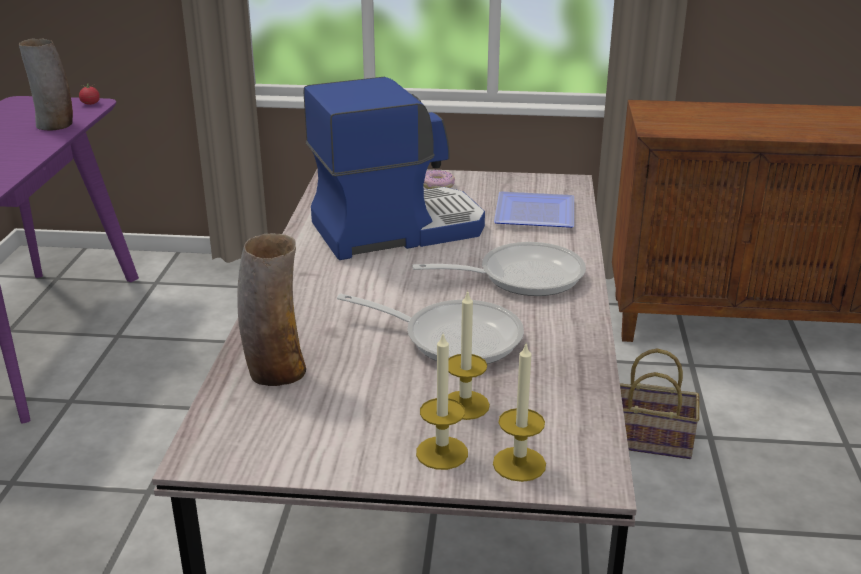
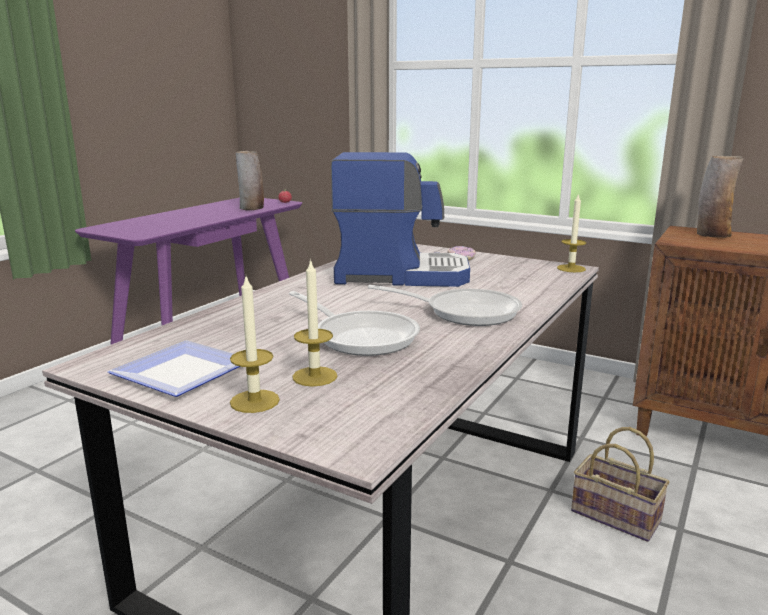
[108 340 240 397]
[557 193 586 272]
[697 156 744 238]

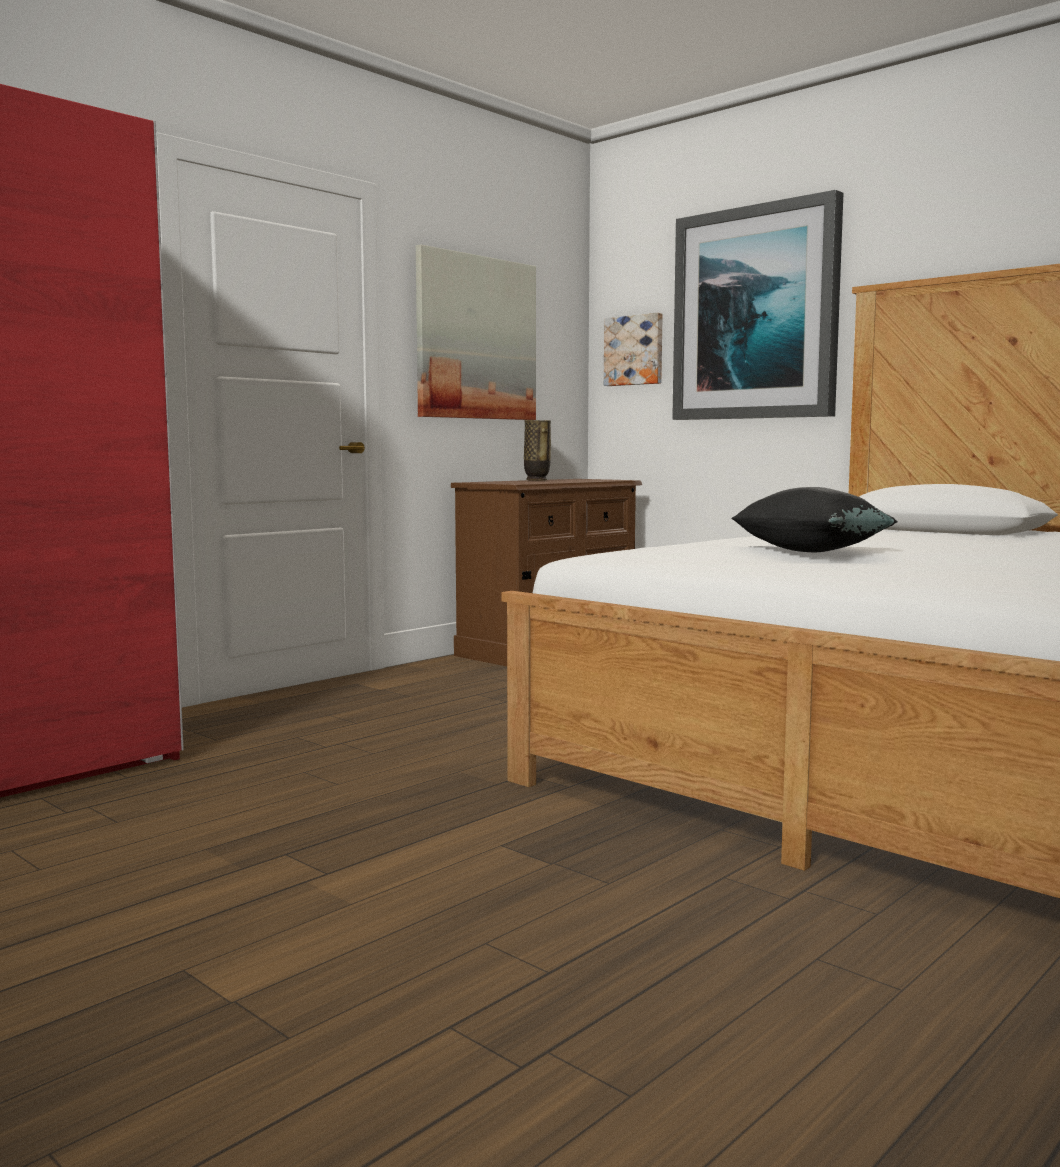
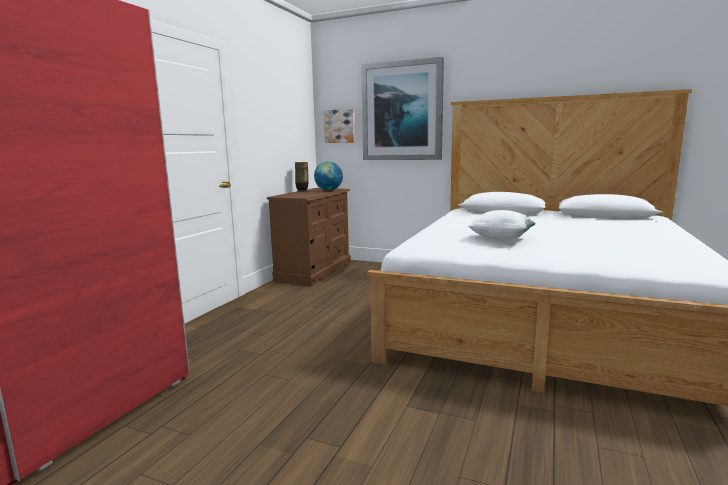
[314 161 343 191]
[468 210 536 240]
[416 245 536 420] (first image)

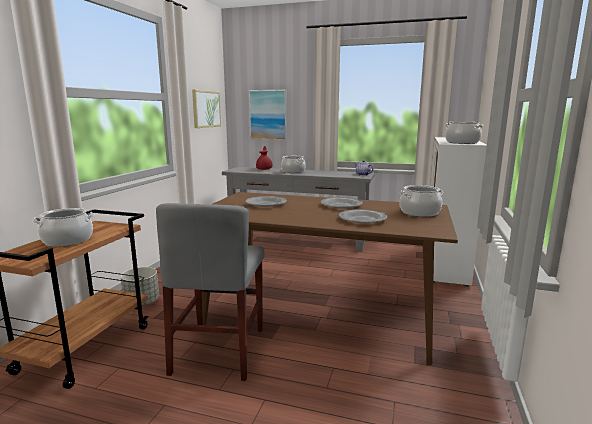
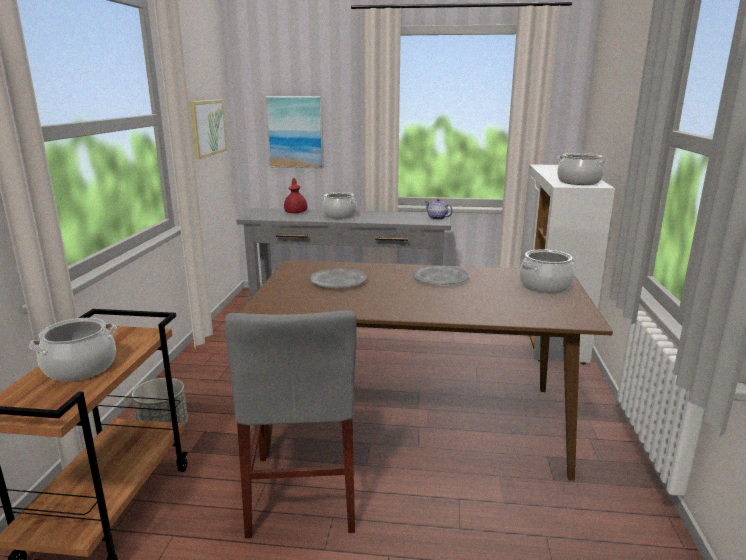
[339 209 387 223] (first image)

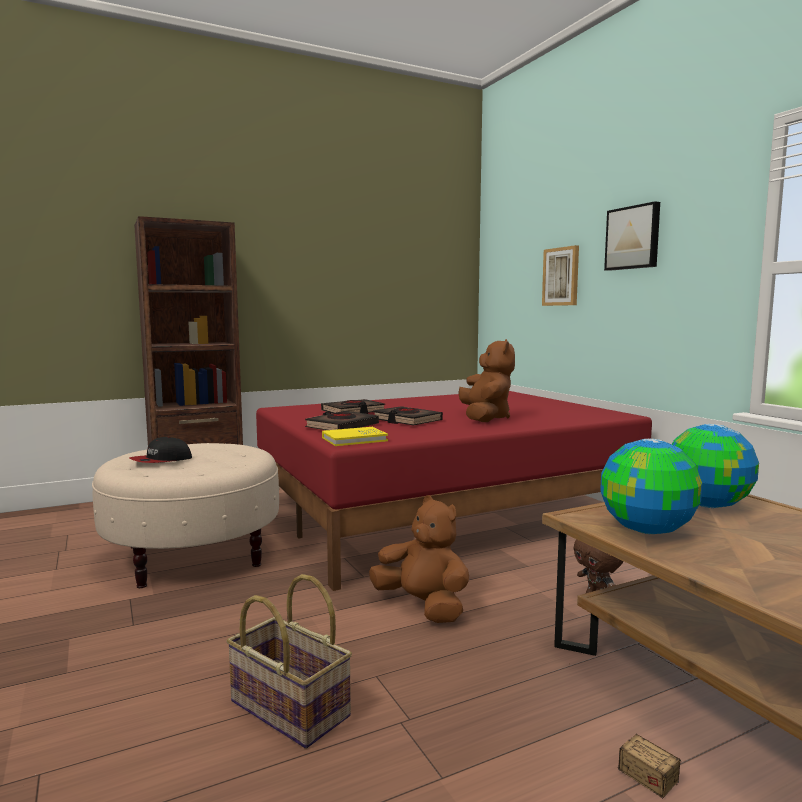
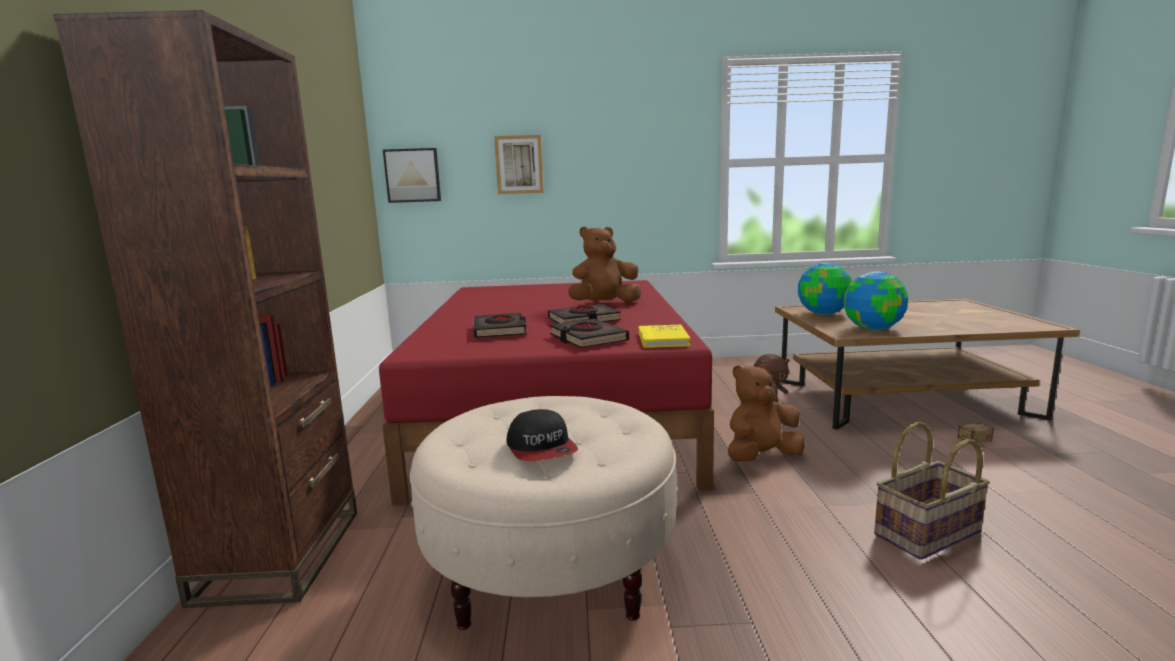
[383 148 441 203]
[568 226 642 302]

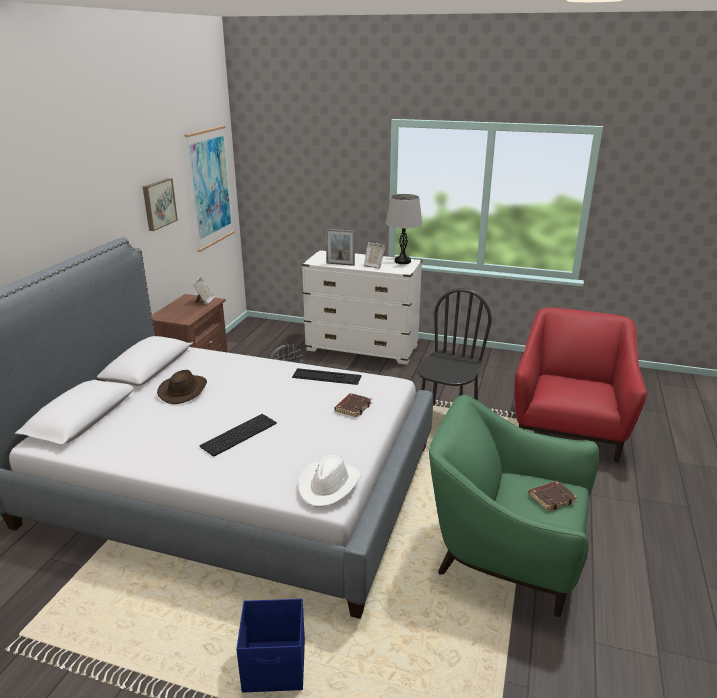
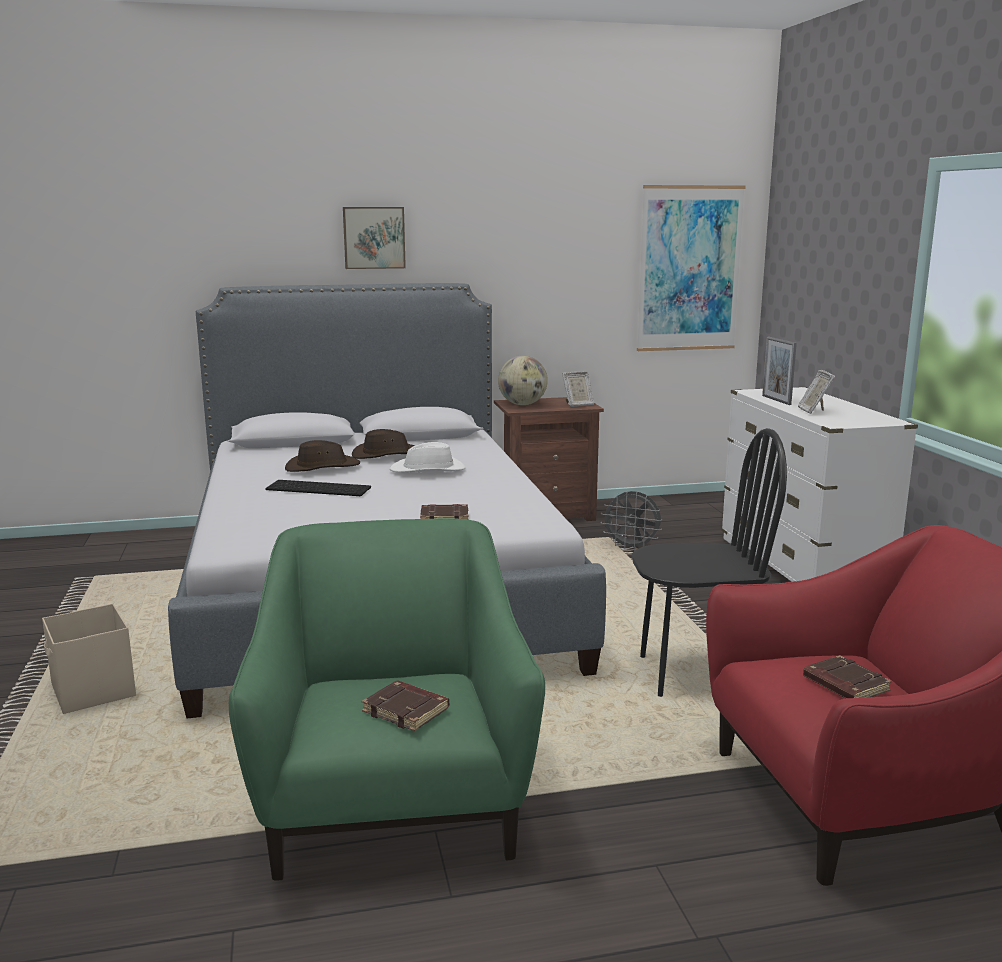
[42 603 136 714]
[285 440 360 472]
[343 207 406 269]
[390 442 465 473]
[498 356 548 405]
[803 655 892 698]
[292 368 361 385] (first image)
[386 194 423 264] (first image)

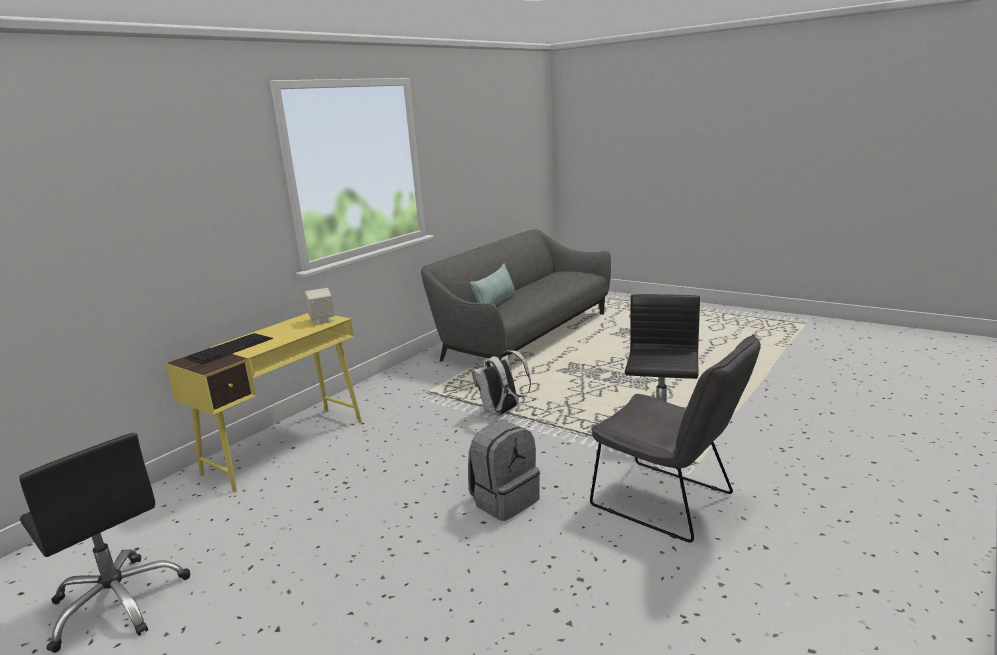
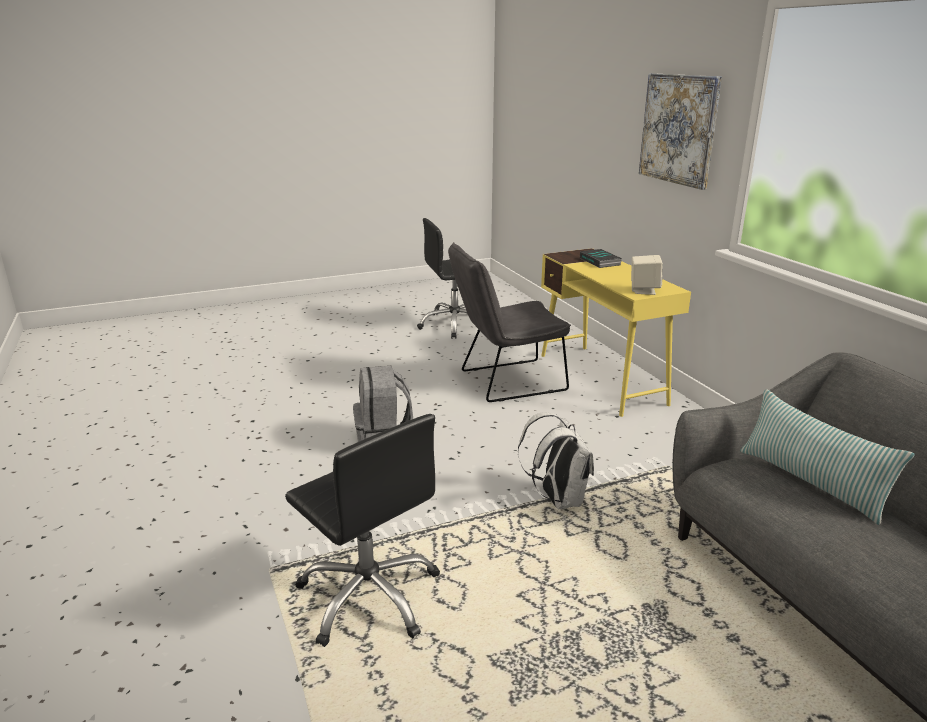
[448 243 571 402]
[580 249 622 268]
[639 73 722 190]

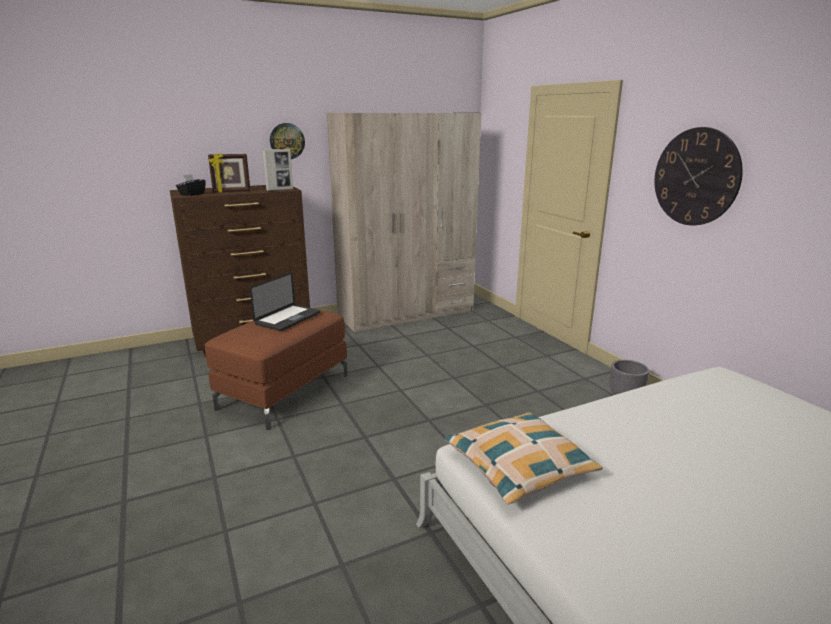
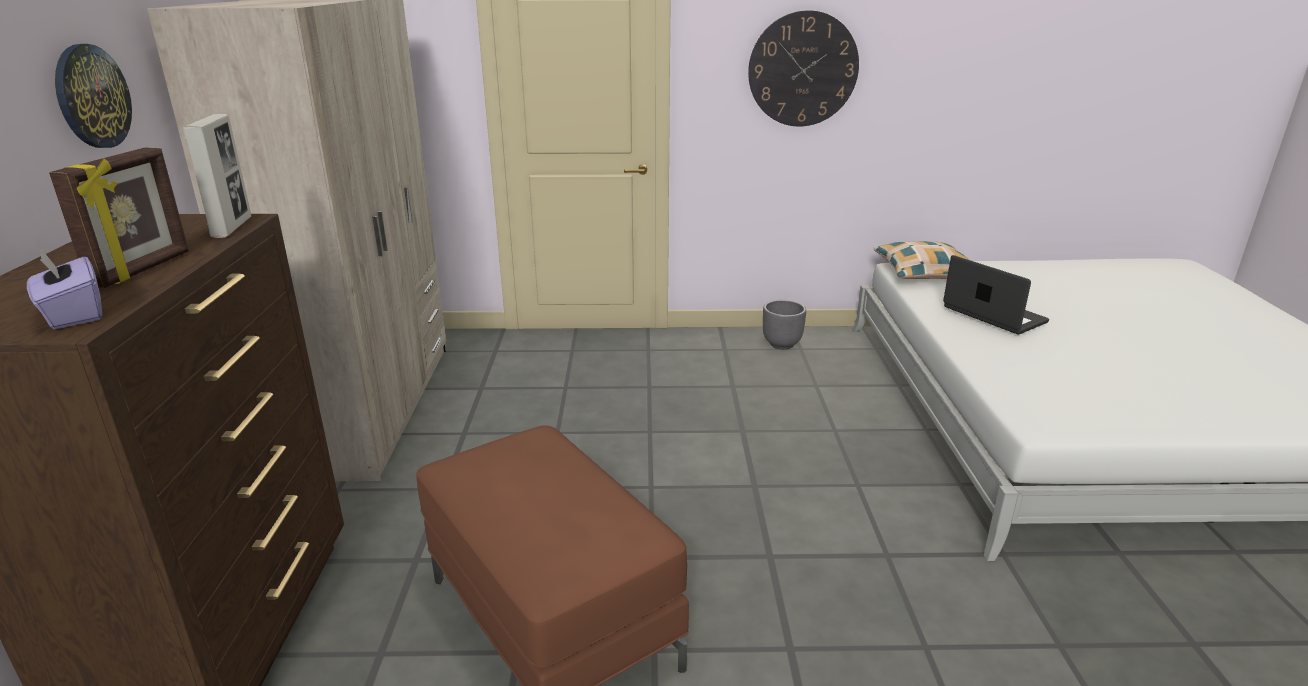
[27 249 102 329]
[873 241 969 279]
[943 255 1049 334]

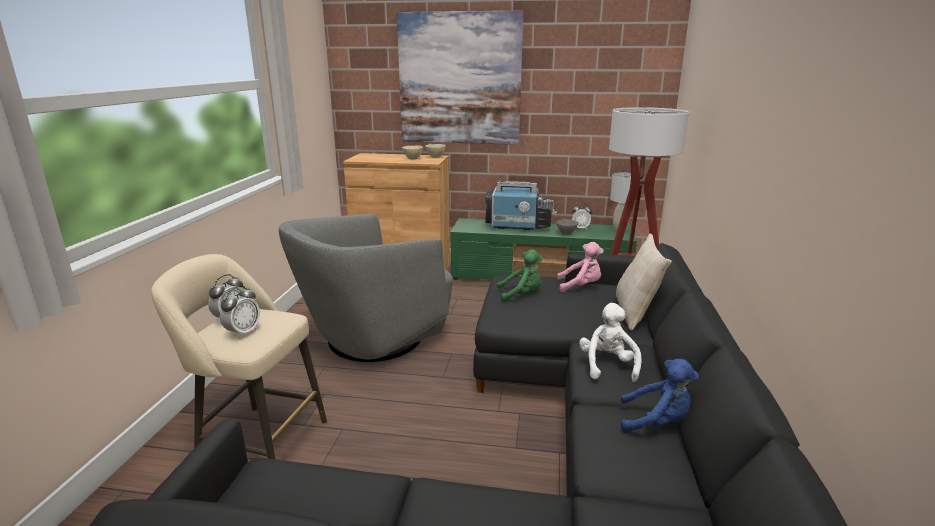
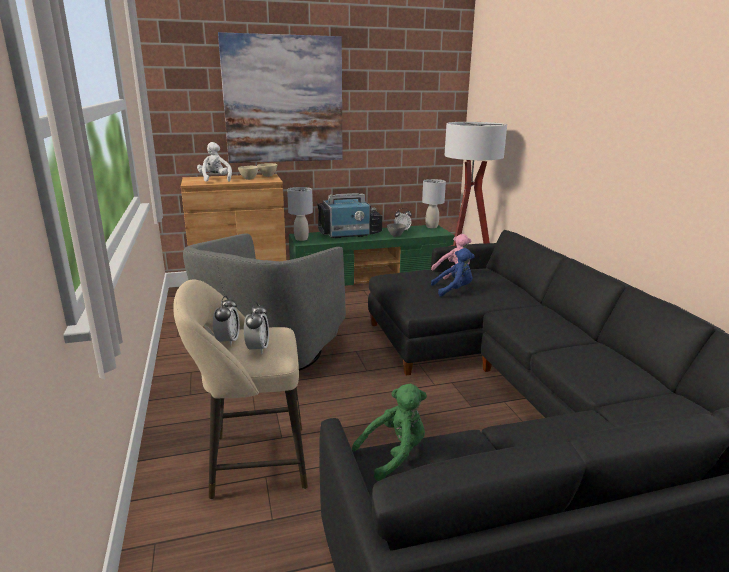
[197 142 232 182]
[287 187 313 241]
[352 384 427 481]
[431 248 475 297]
[616 234 672 331] (first image)

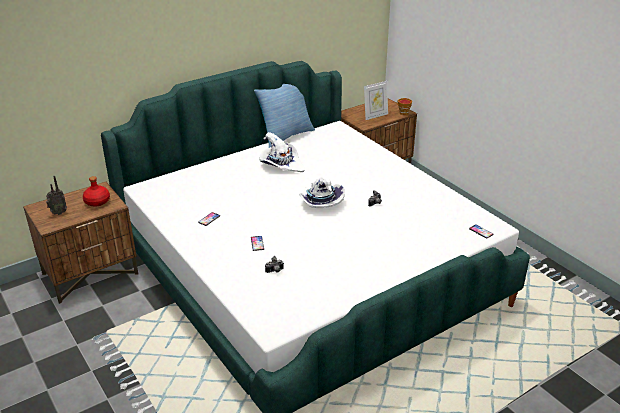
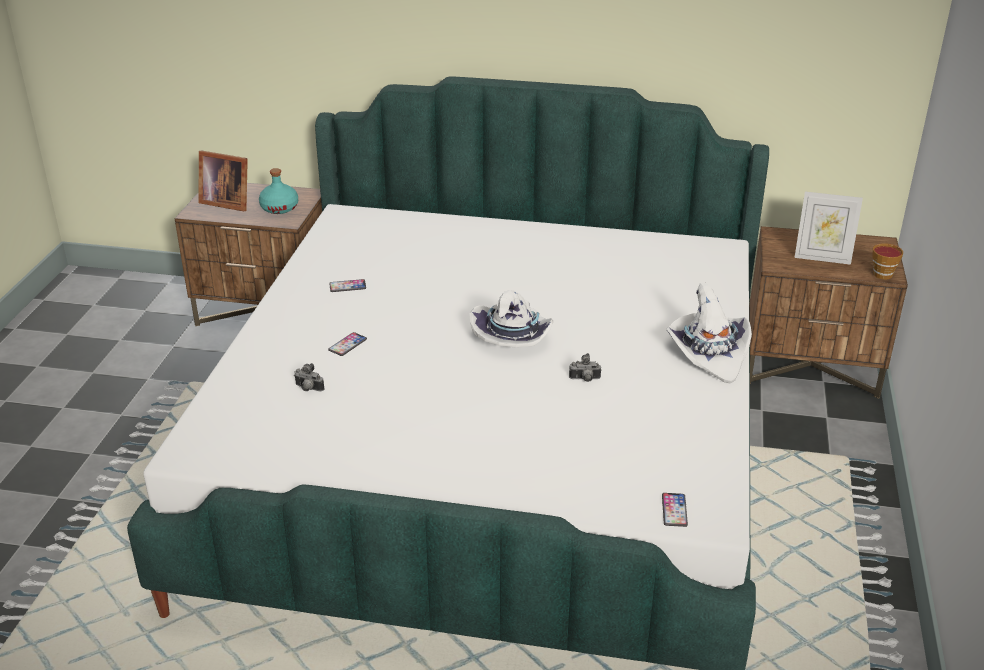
[198 150 248 211]
[259 168 298 214]
[666 283 752 384]
[254 84 315 148] (first image)

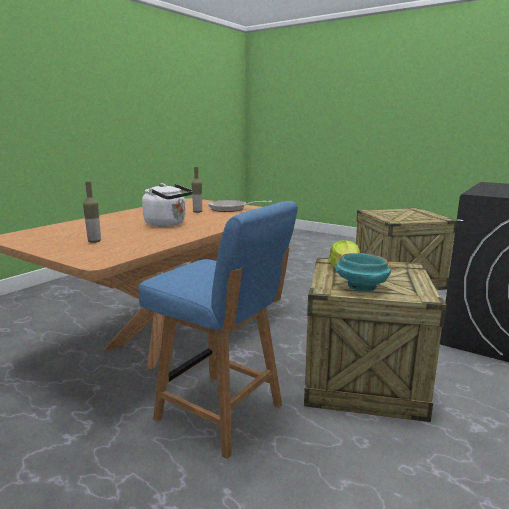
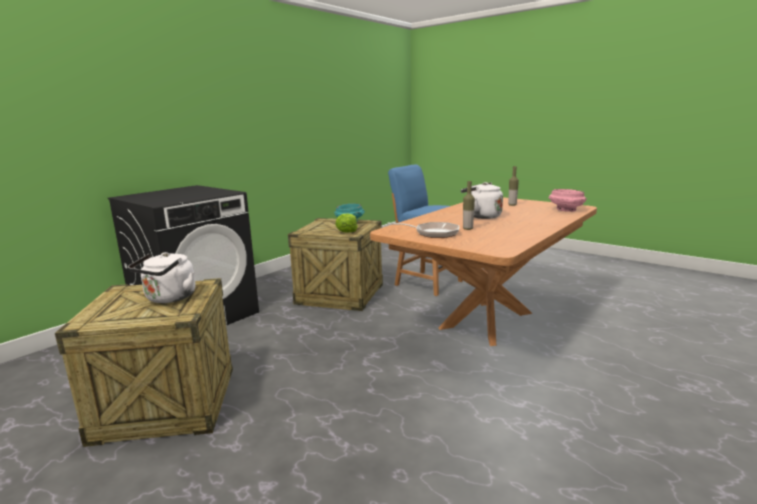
[128 252 196 303]
[549 189 587 212]

